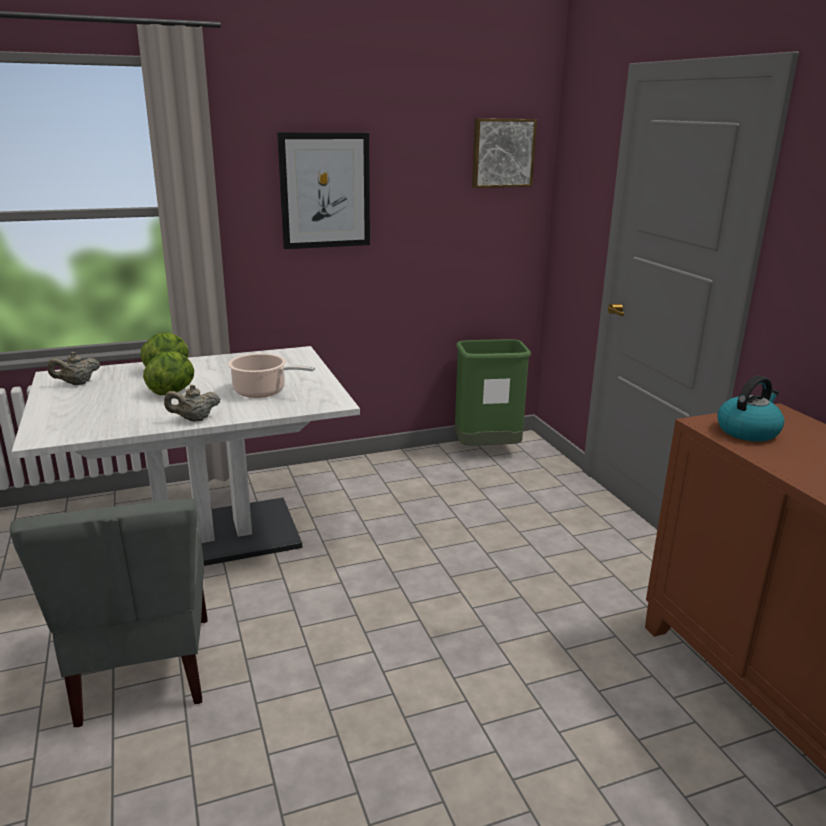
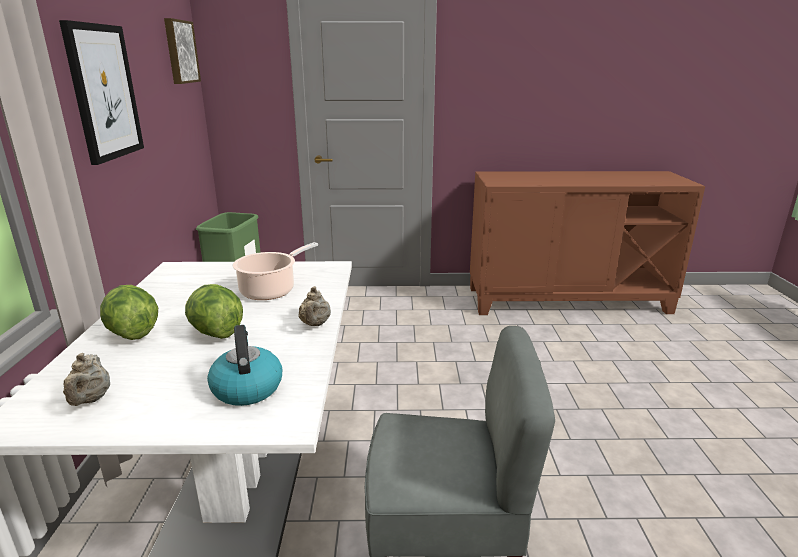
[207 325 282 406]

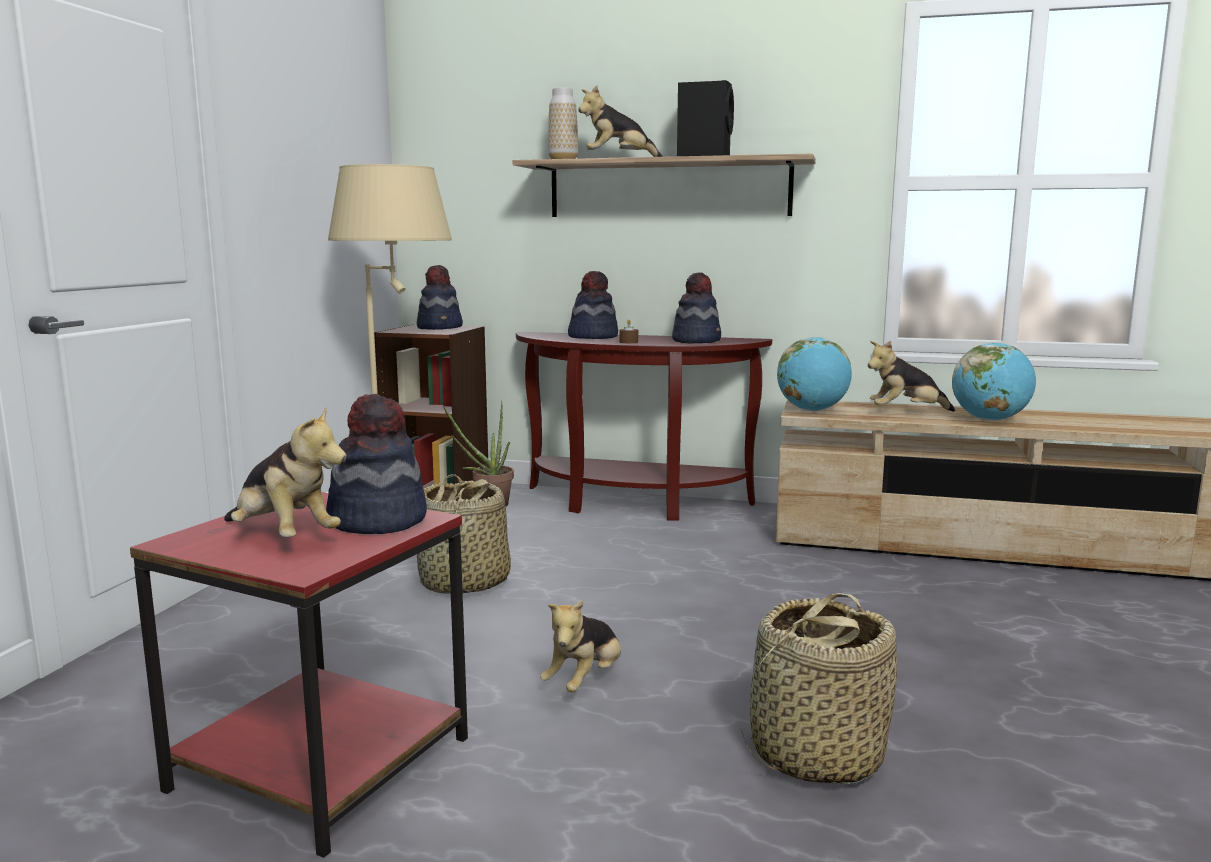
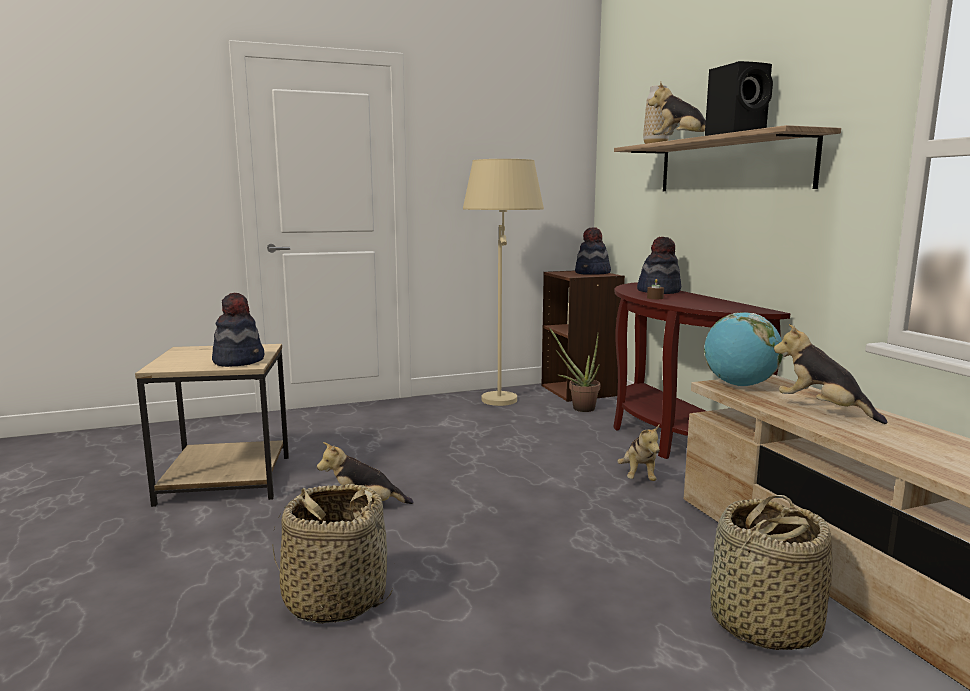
[135 344 289 507]
[618 425 660 481]
[710 495 833 650]
[672 273 721 343] (first image)
[952 342 1036 421] (first image)

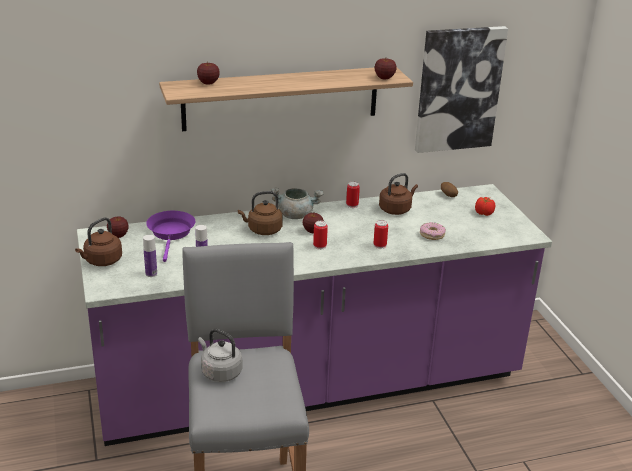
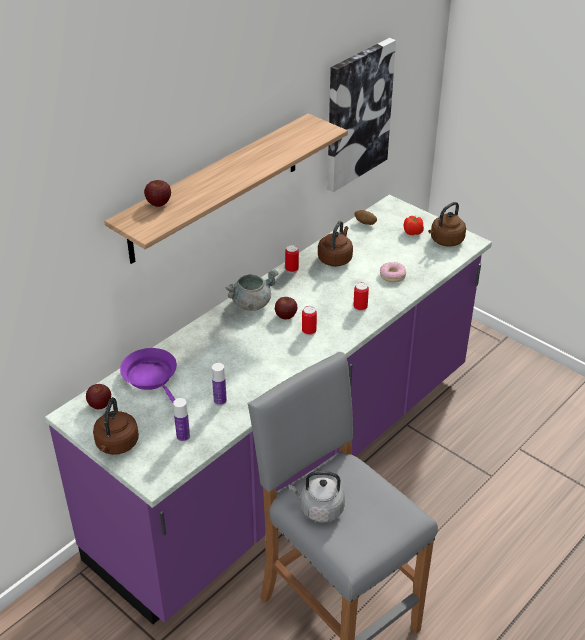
[428 202 466 247]
[375 58 397 79] (first image)

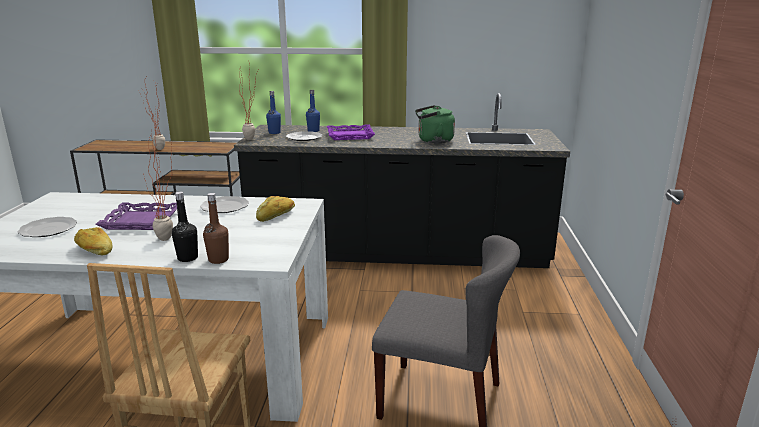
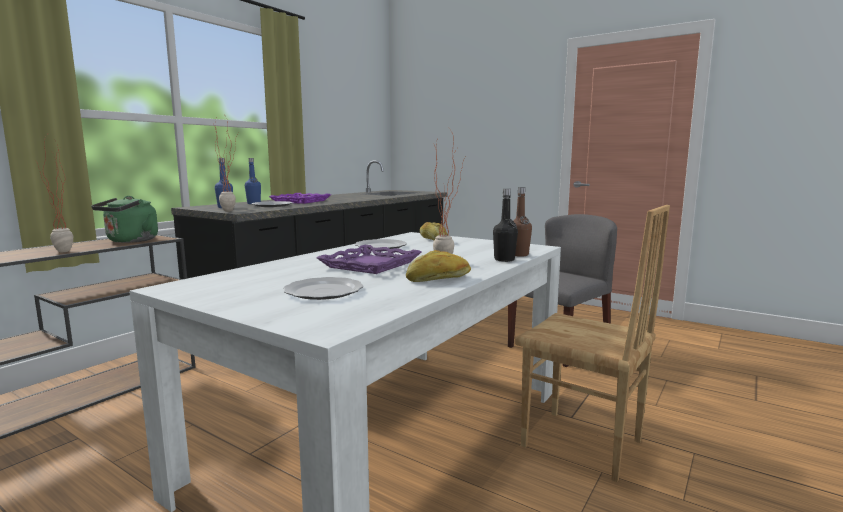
[92 196 158 243]

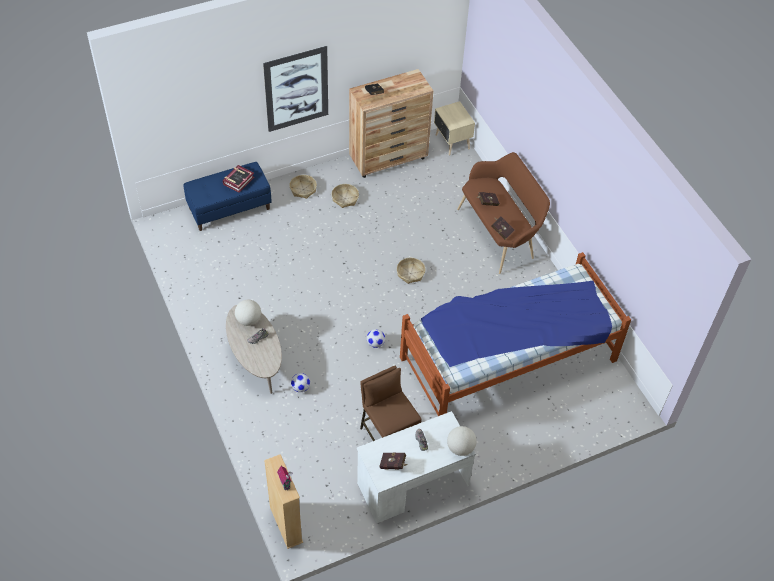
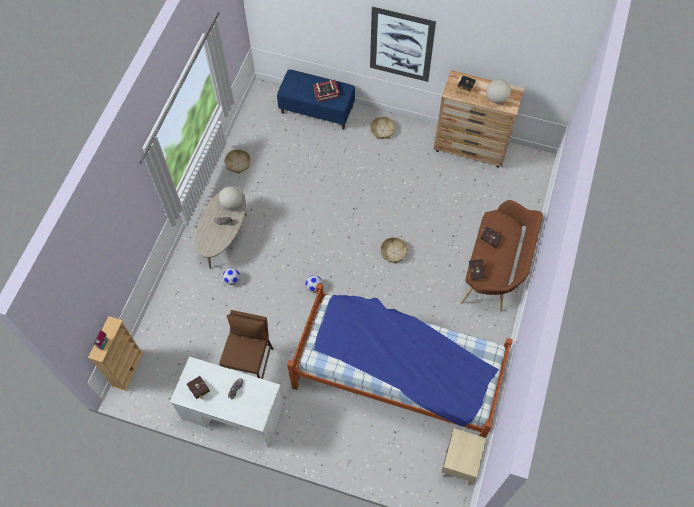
[225 149 251 174]
[441 428 486 485]
[486 79 511 104]

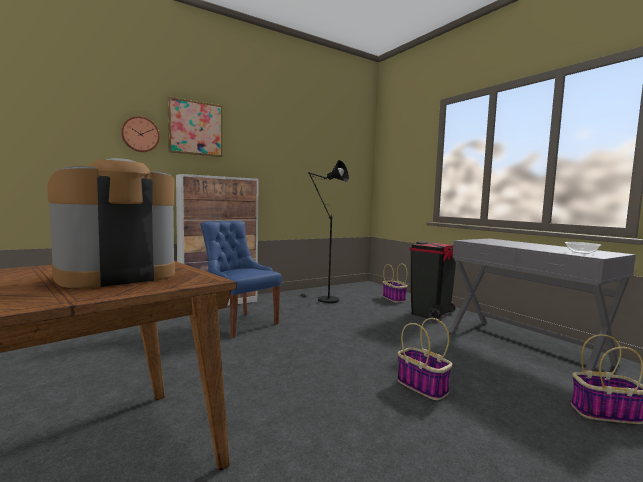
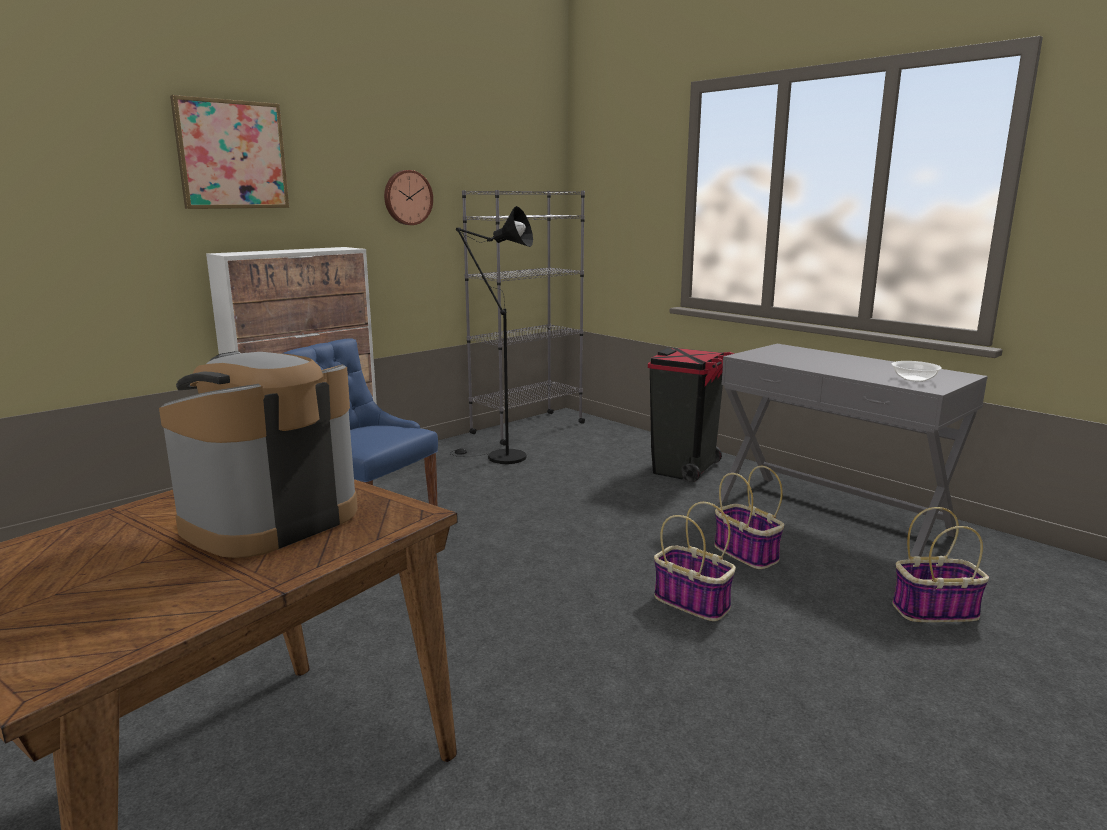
[384 170 433 225]
[462 190 585 446]
[714 466 784 569]

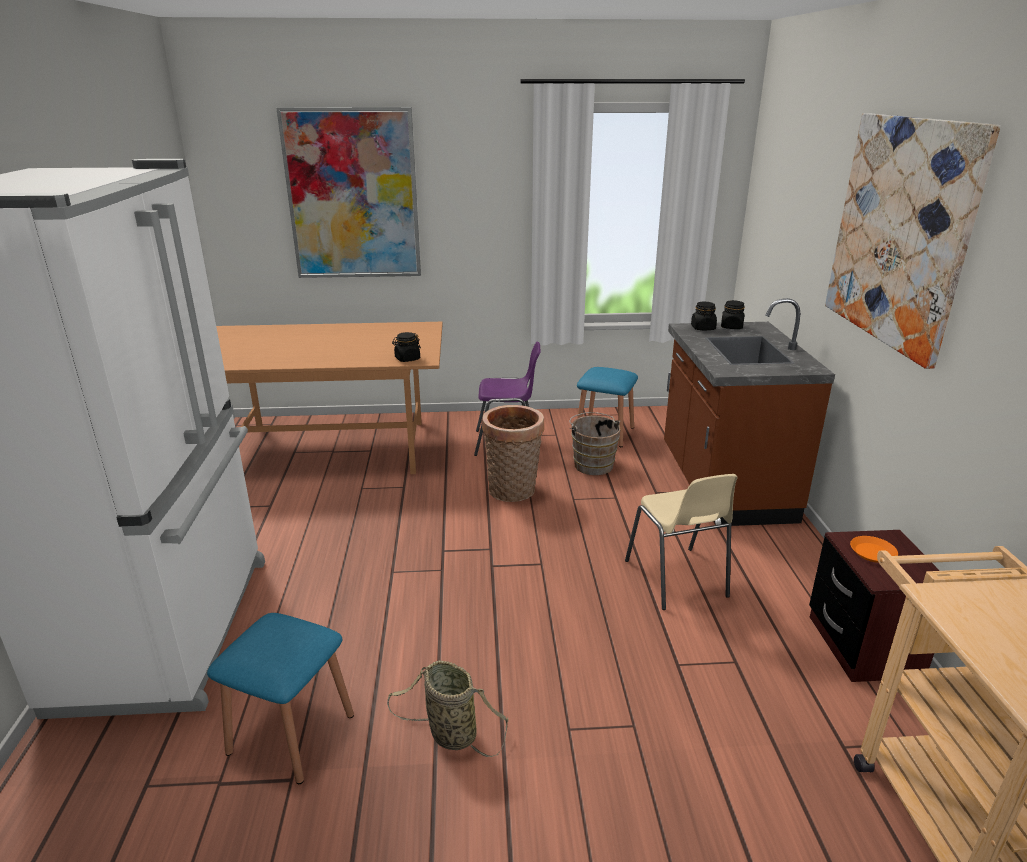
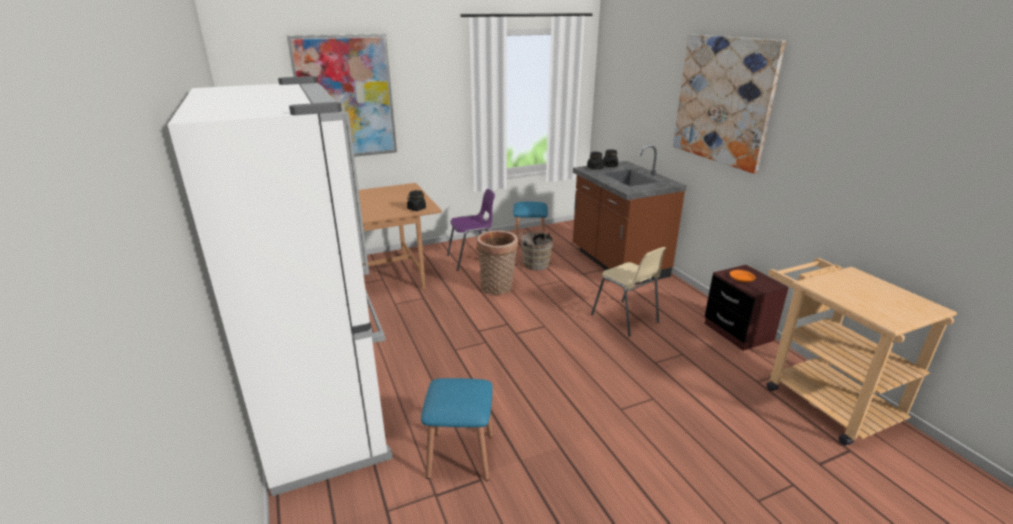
[387 660 508 757] (first image)

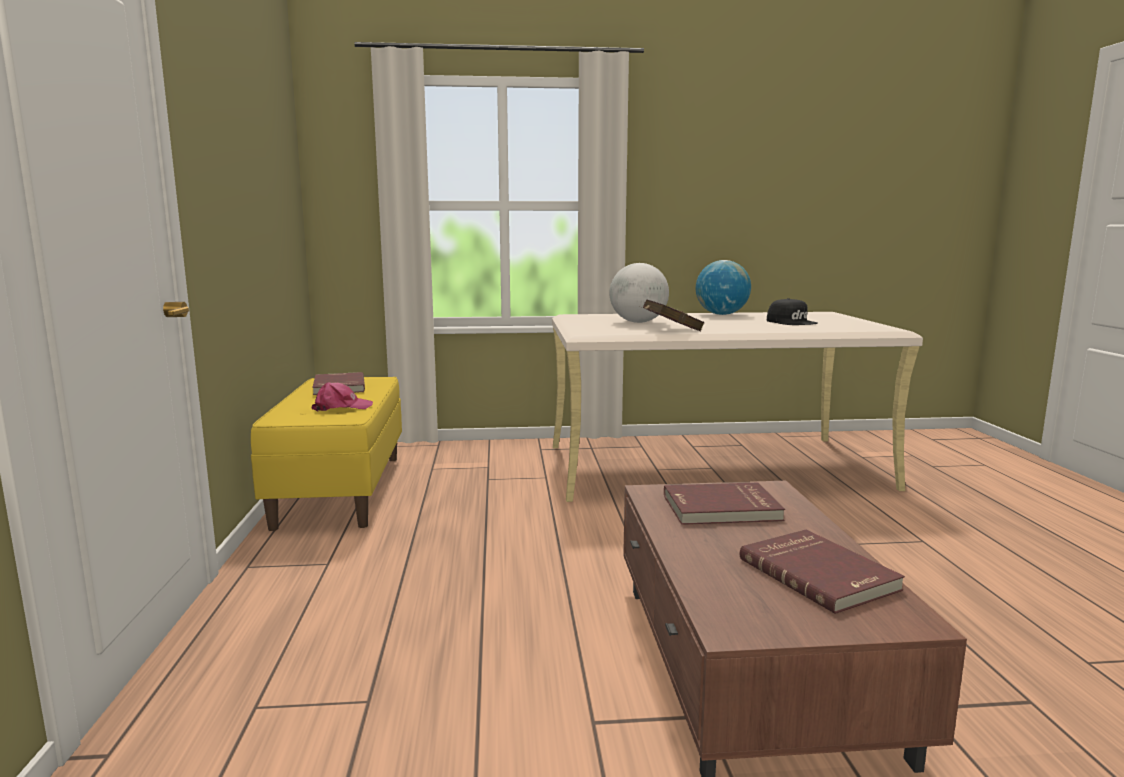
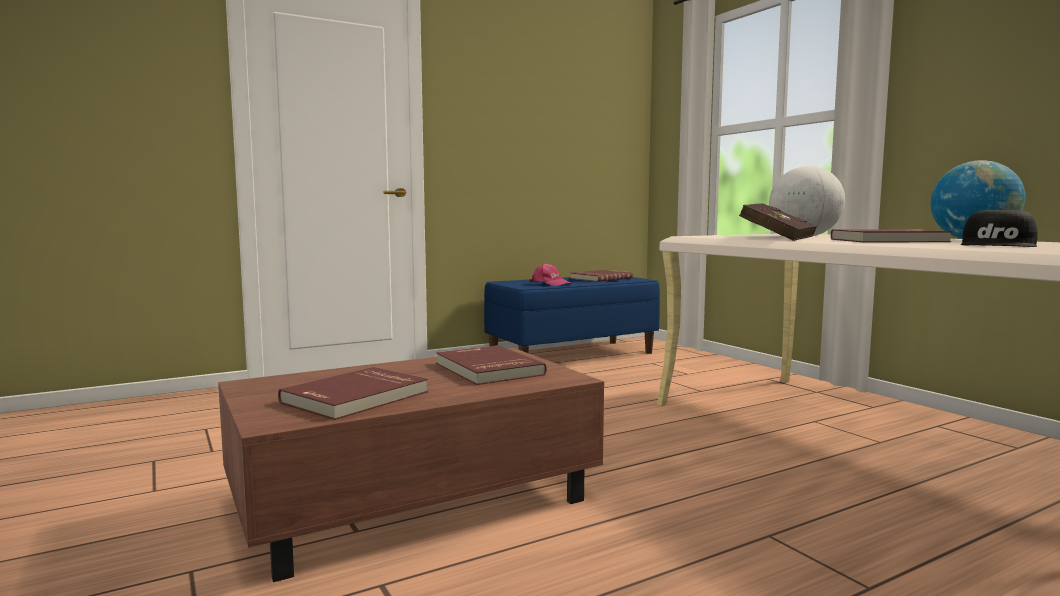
[484 277 660 354]
[831 229 952 242]

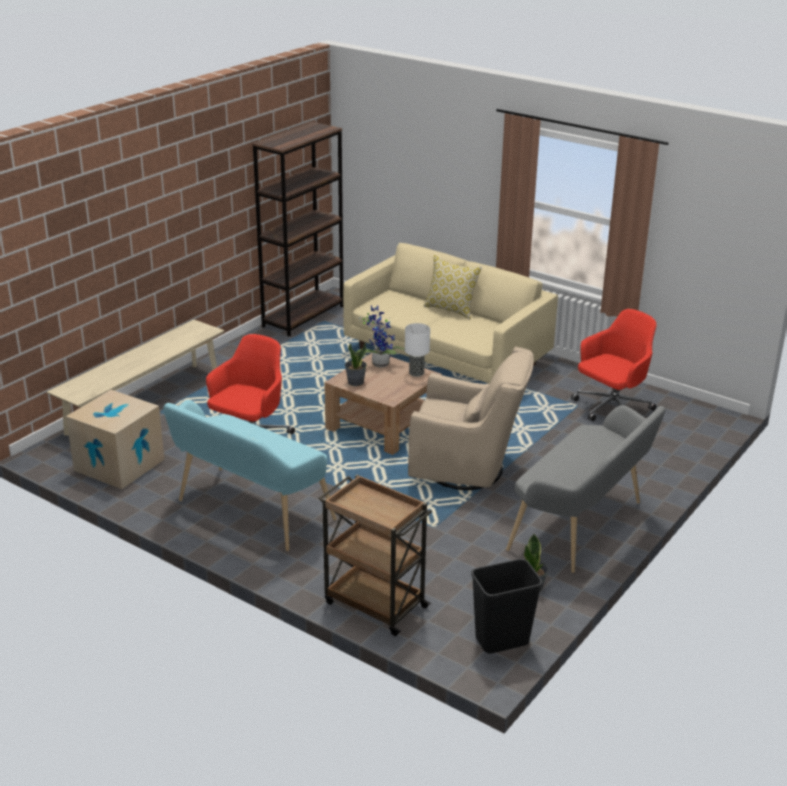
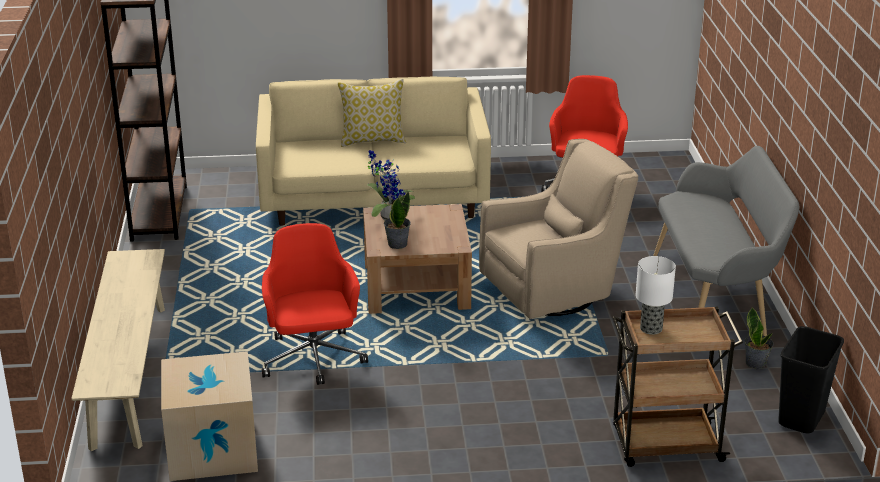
[636 256 676 335]
[163 400 337 551] (first image)

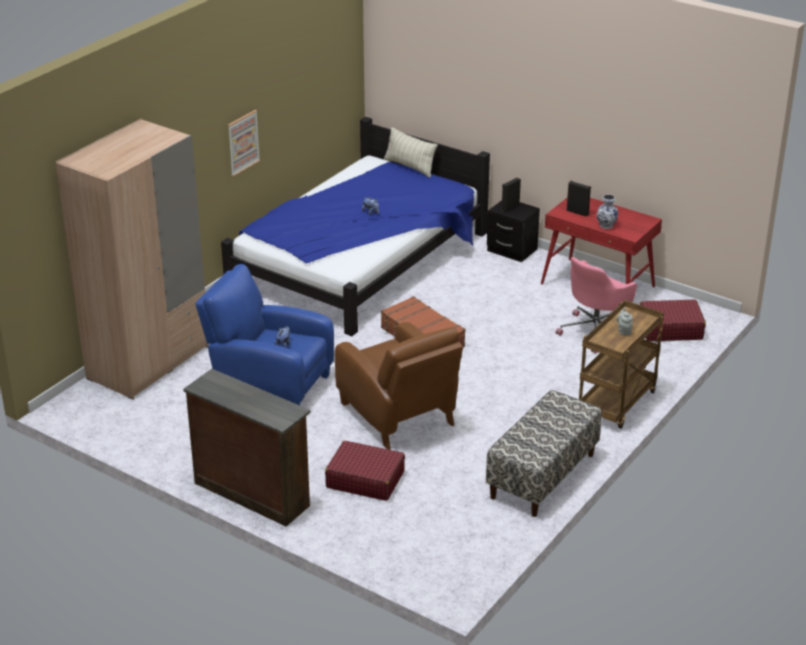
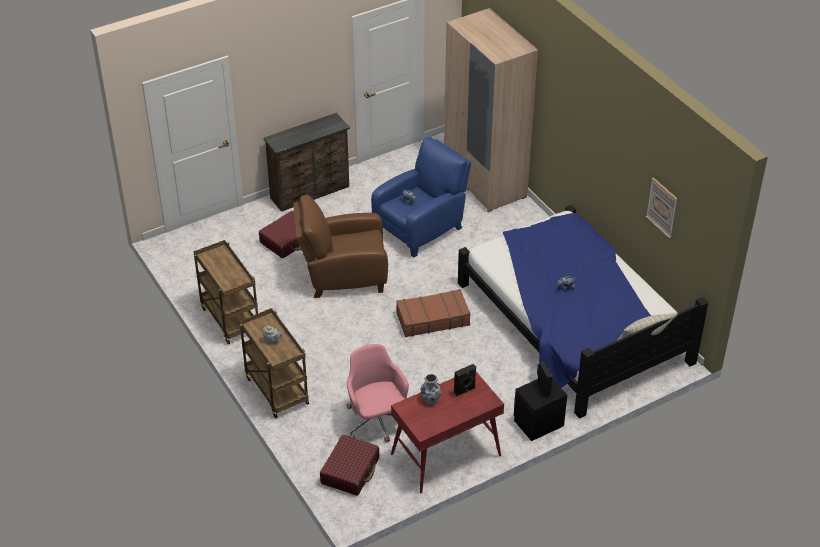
[193 240 258 344]
[646 177 678 239]

